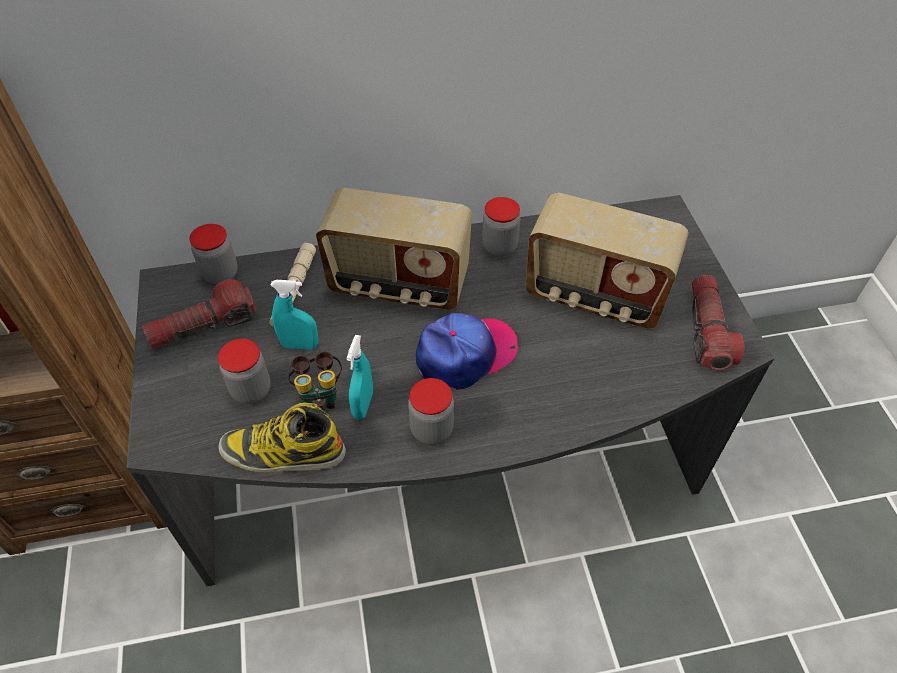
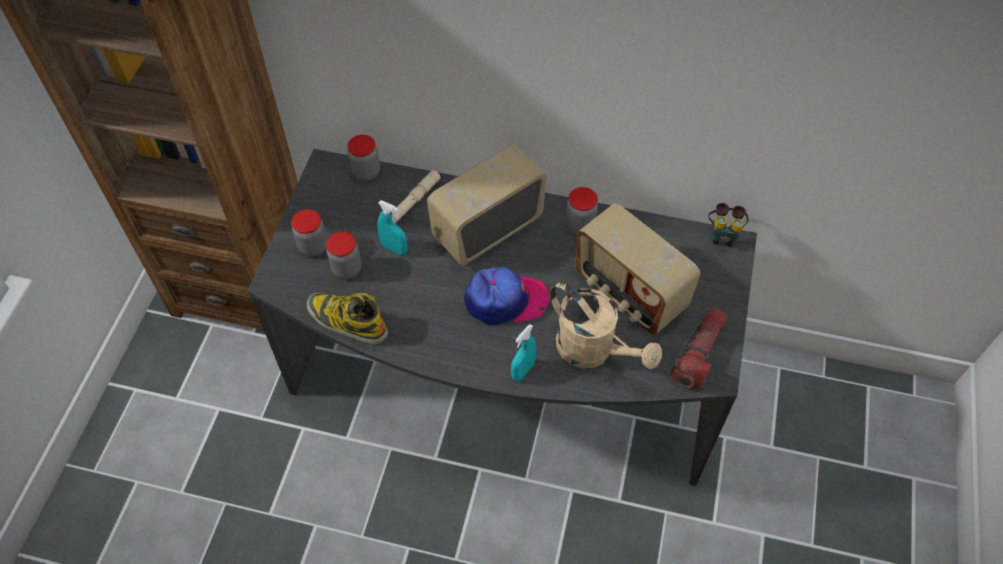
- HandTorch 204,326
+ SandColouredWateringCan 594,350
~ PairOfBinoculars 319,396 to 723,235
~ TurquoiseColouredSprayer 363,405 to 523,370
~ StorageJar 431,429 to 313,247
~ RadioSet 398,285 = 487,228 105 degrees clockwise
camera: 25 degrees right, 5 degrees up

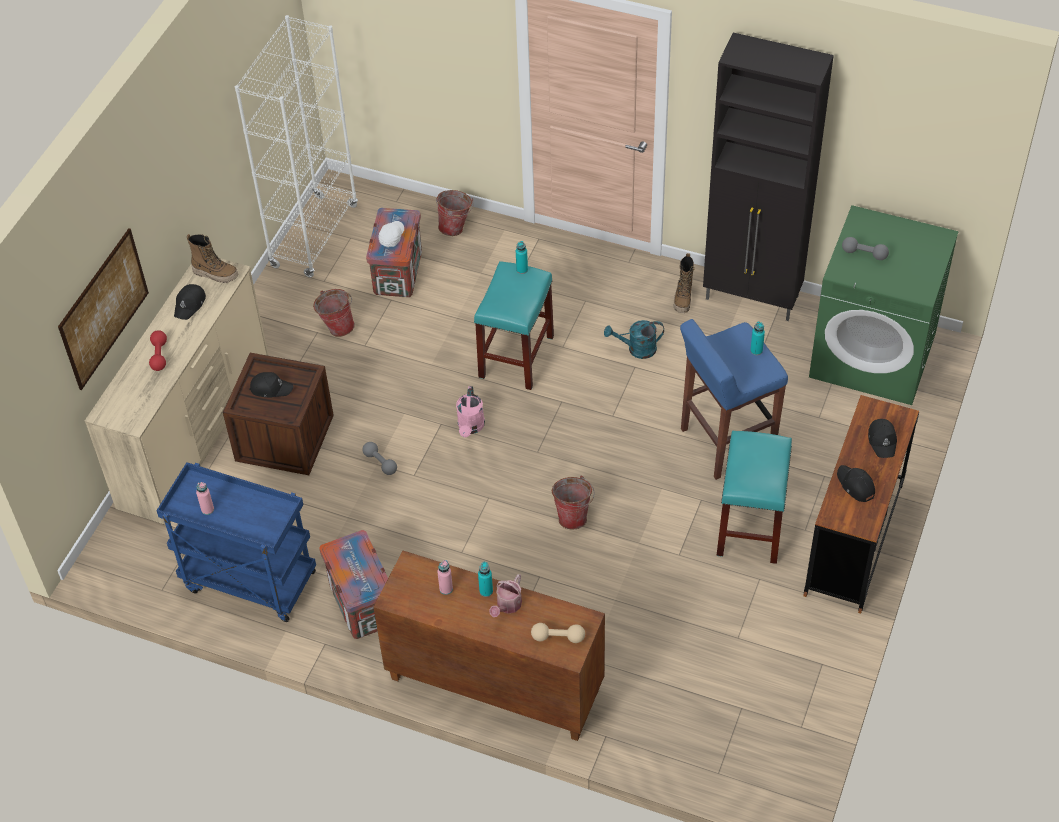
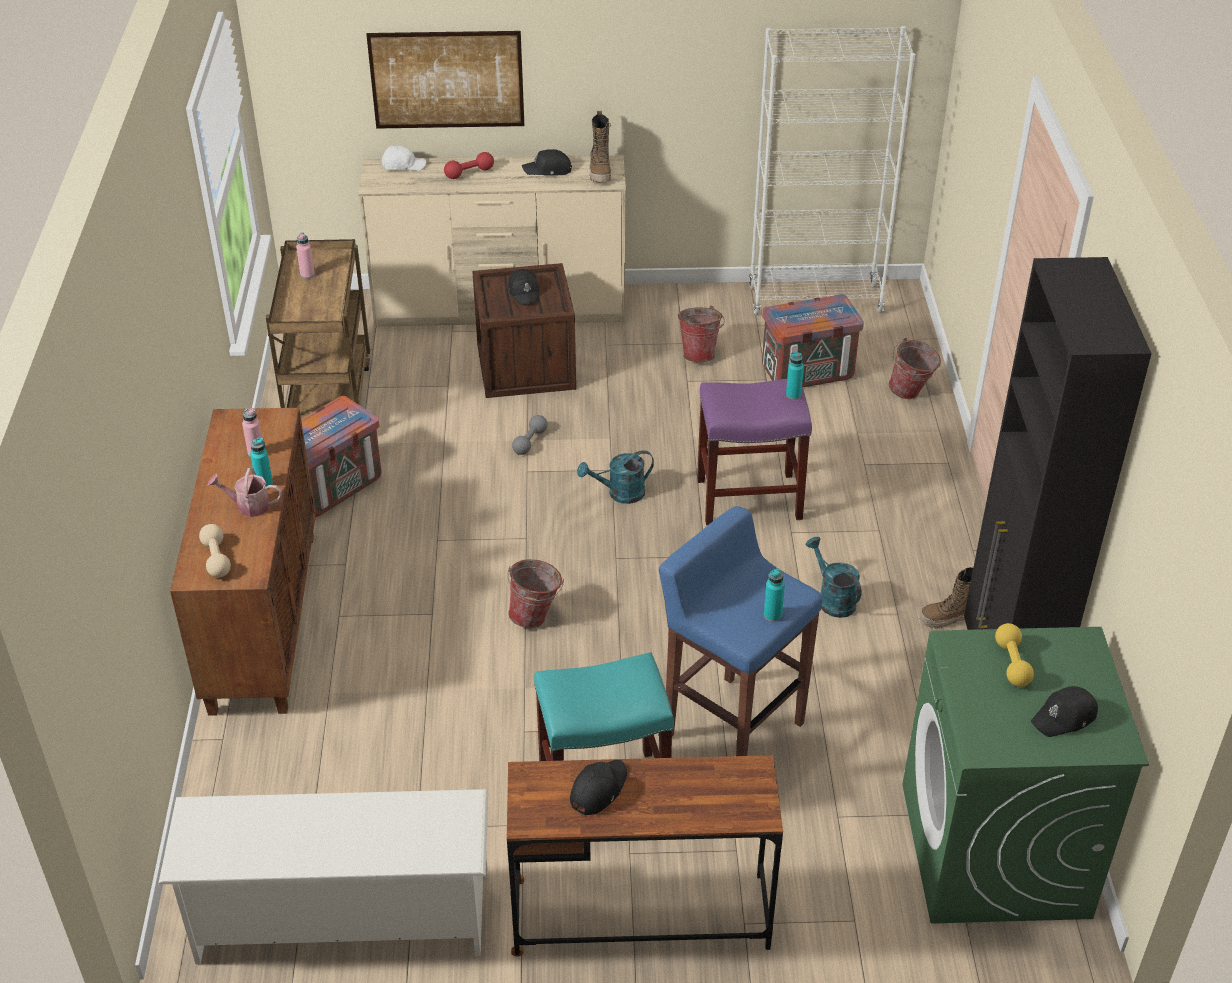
+ WhiteShoeRack 342,918
~ WhitePeakedCap 391,236 to 403,166
~ BlackPeakedCap 882,440 to 1064,718
~ BlueColouredCart 248,582 to BrownishCart 328,401
~ PinkColouredWateringCan 470,427 to TurquoiseColouredWateringCan 620,494
~ TurquoiseColouredSittingStool 516,356 to PurplishSittingStool 750,498
~ GreyDumbbell 864,254 to YellowishDumbbell 1012,663
camera: 65 degrees right, 10 degrees down

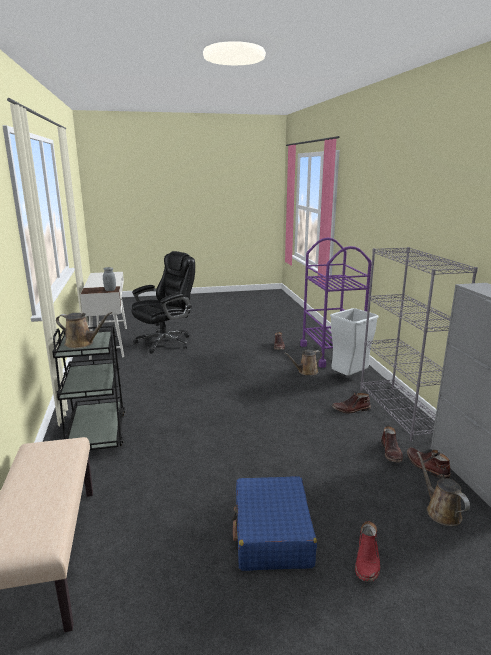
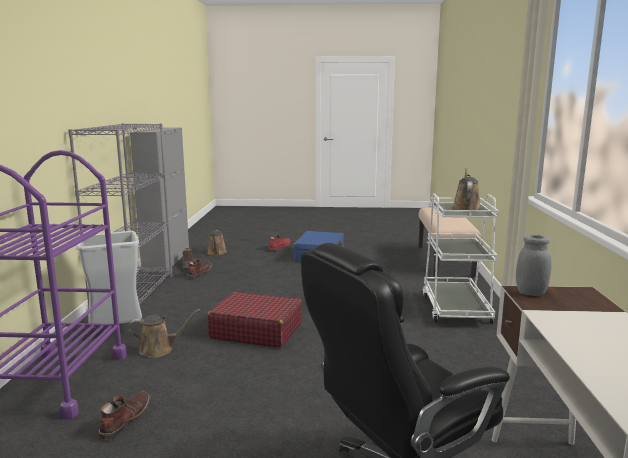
- BrownishTallBoot 351,409
+ RedColouredTravelCase 256,331
~ BlackCart 96,433 to WhiteCart 455,309
~ BrownishWateringCan 82,343 = 465,208 75 degrees clockwise
camera: 165 degrees left, 5 degrees down

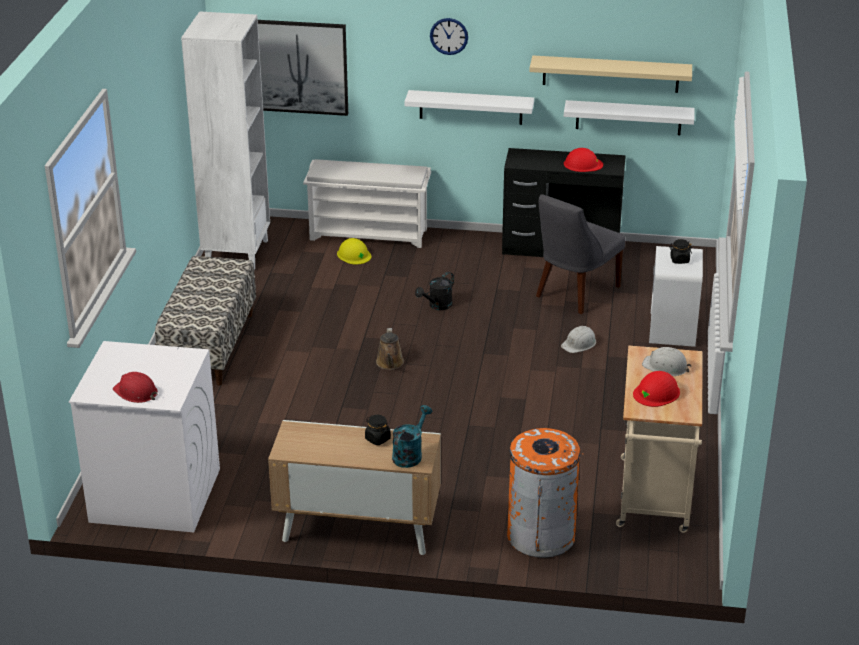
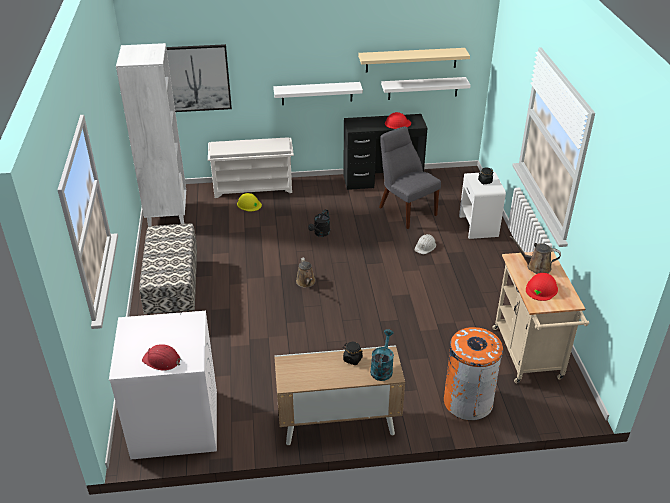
- HangingClock 449,36
~ WhiteHardHat 665,366 to BrownishWateringCan 536,266
~ GreyPlainChair 574,293 = 405,210 120 degrees clockwise
camera: 15 degrees left, 5 degrees up

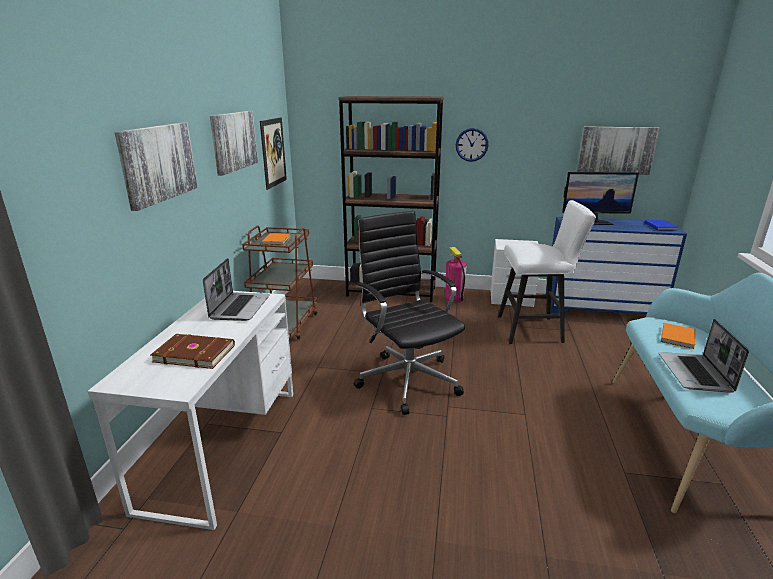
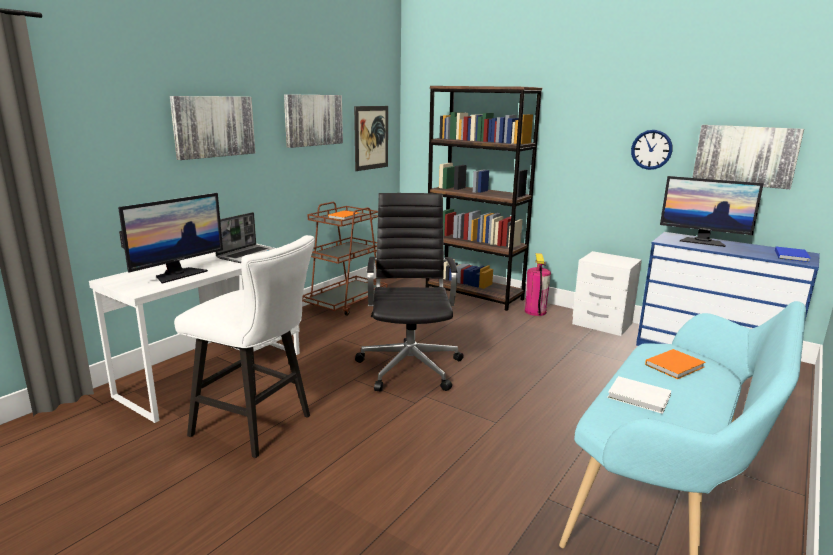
~ HangingClock 471,145 to 651,149
~ WhiteSittingStool 535,330 to 258,427
~ BrownishBoundBook 194,353 to ComputerDisplay 178,274
~ PortableComputer 695,374 to WhiteBoundBook 640,397
camera: 25 degrees right, 5 degrees down

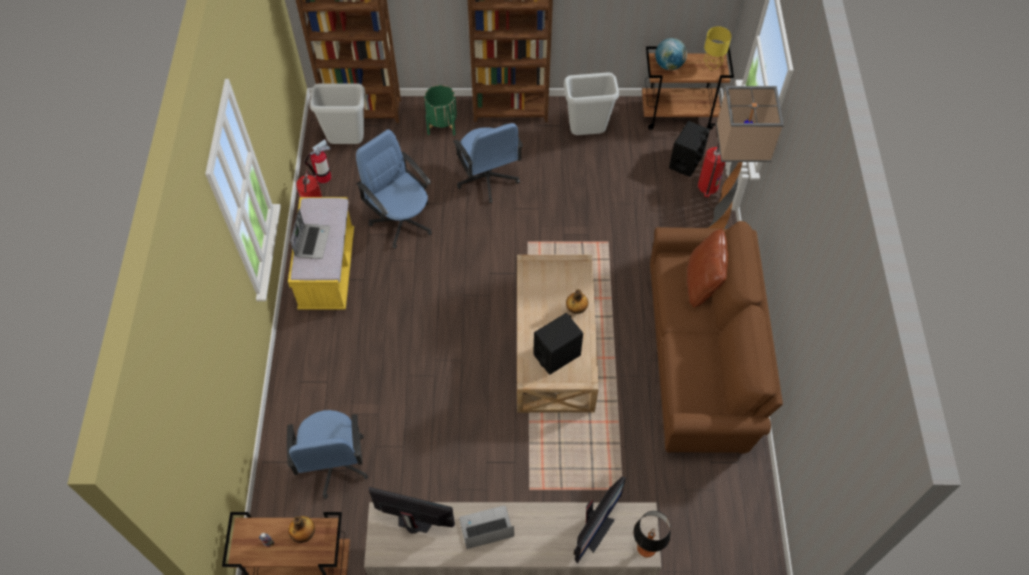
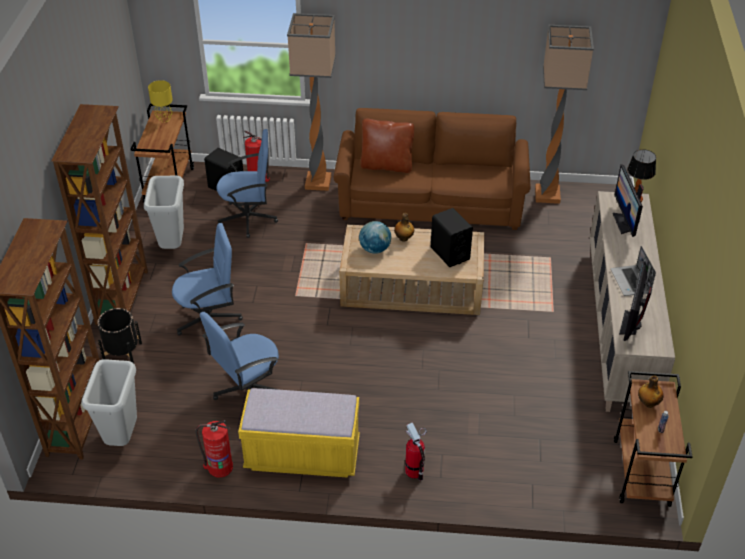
- PortableComputer 312,241
+ StandingLamp 548,194
~ BlueColouredComputerChair 333,464 to 249,218
~ Extinguisher 323,177 to 414,471
~ WorldGlobe 669,65 to 375,249
~ GreenishPlantPot 442,124 to BlackPlantPot 122,352
~ ComputerDisplay 595,530 = 624,223 135 degrees counterclockwise
camera: 85 degrees left, 15 degrees down

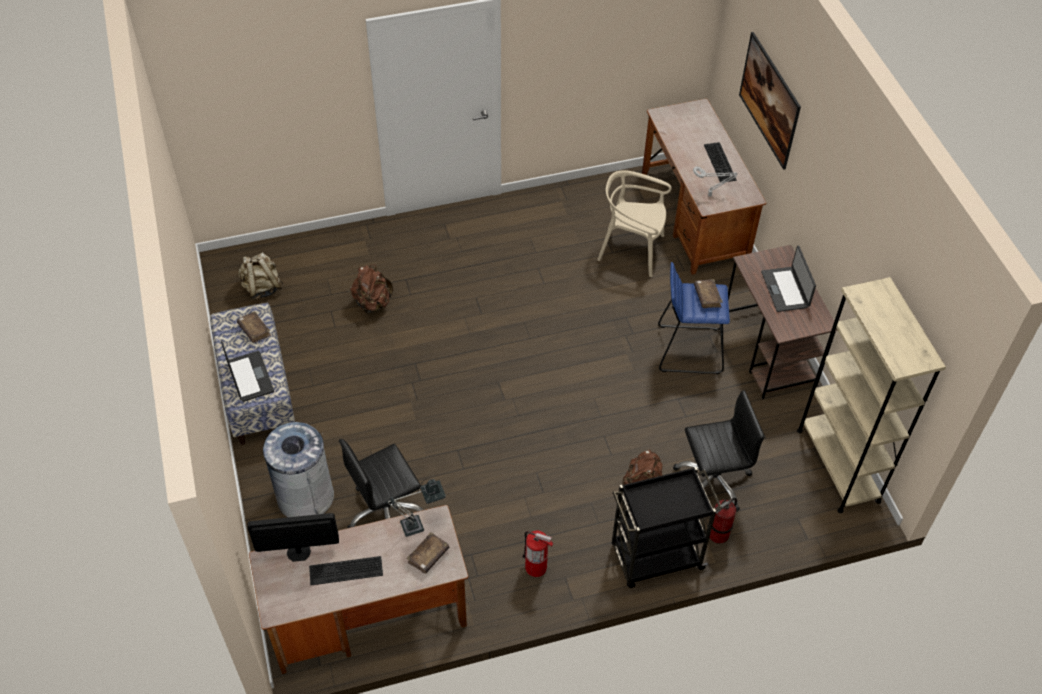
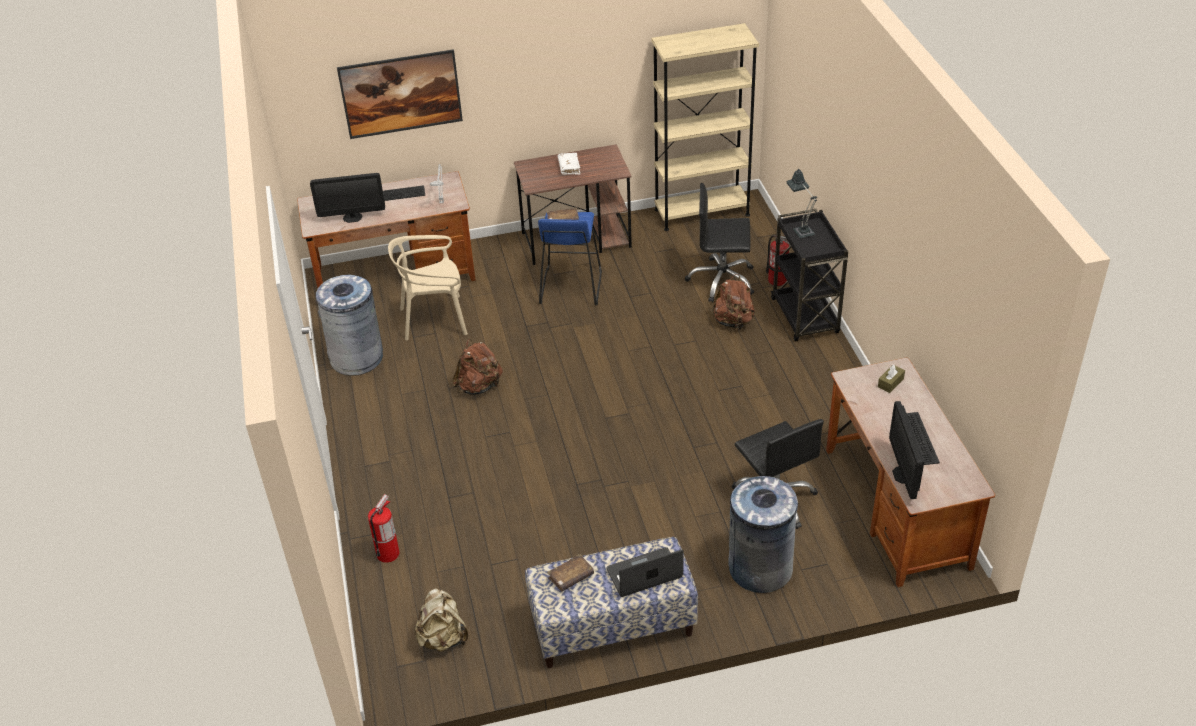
+ ComputerDisplay 352,217
+ GreyTrashCan 357,358
~ BrownishBackpack 372,303 to 479,387
~ LampForATable 418,524 to 801,230
~ Extinguisher 536,567 to 388,553
~ BrownishBoundBook 428,556 to BrownishTissueHolder 890,383
~ PortableComputer 785,289 to WhiteBoundBook 569,167
~ SandColouredPlainChair 631,250 = 434,319 60 degrees clockwise
~ BlackComputerChair 712,480 = 721,281 75 degrees counterclockwise
camera: 85 degrees left, 10 degrees down

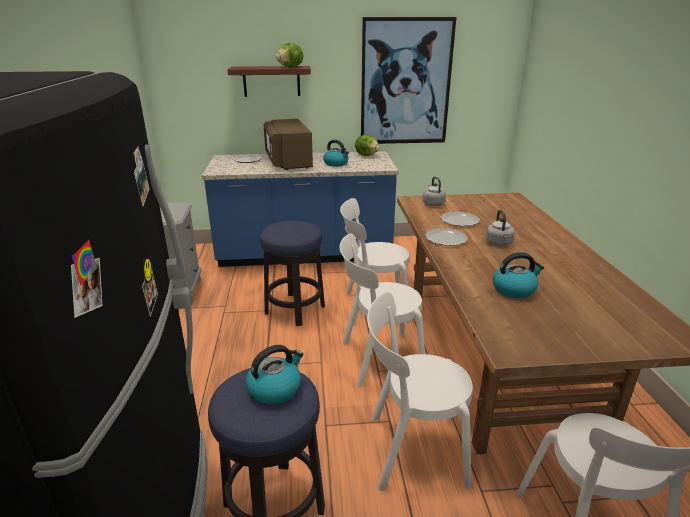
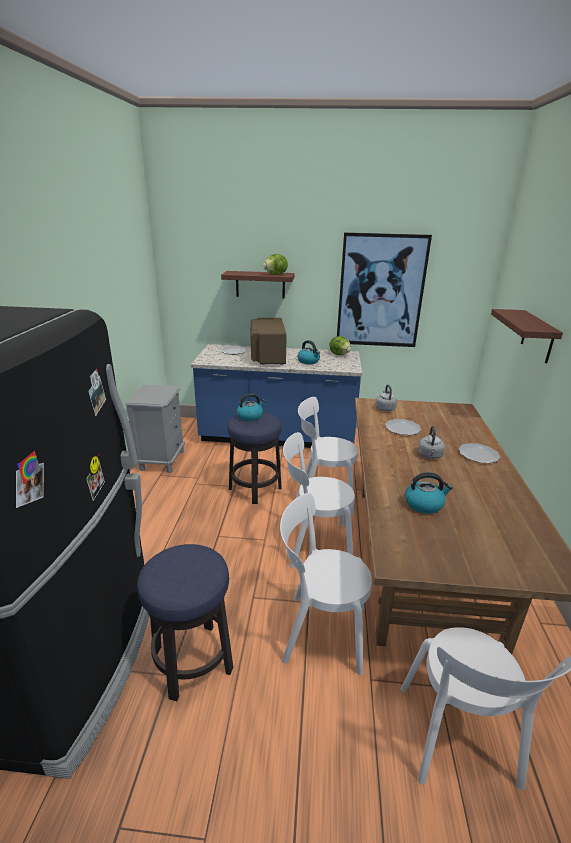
+ WallShelf 538,336
~ WaterKettle 275,388 to 250,416
~ DinnerPlate 446,238 to 478,454
camera: 10 degrees right, 0 degrees up

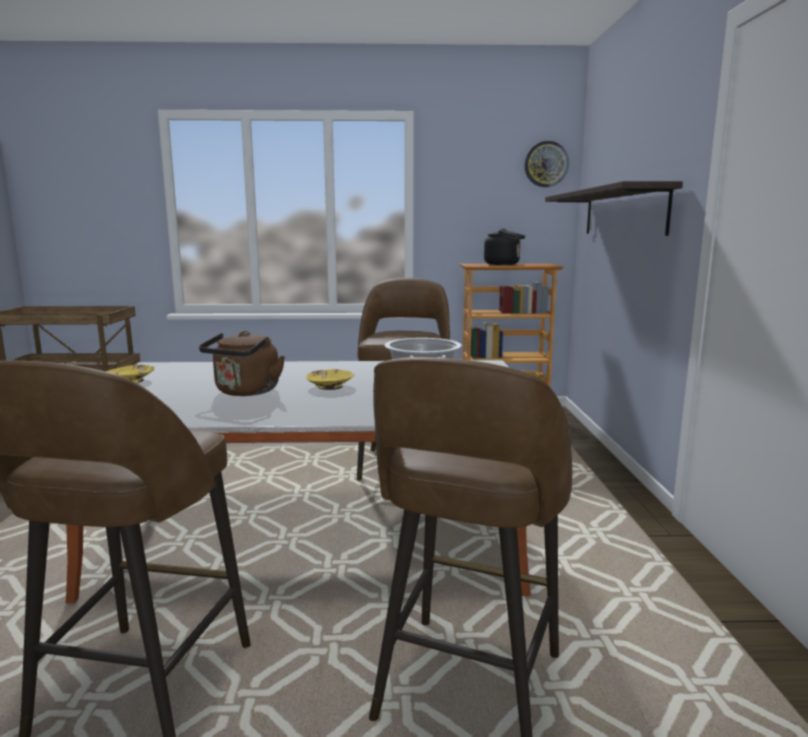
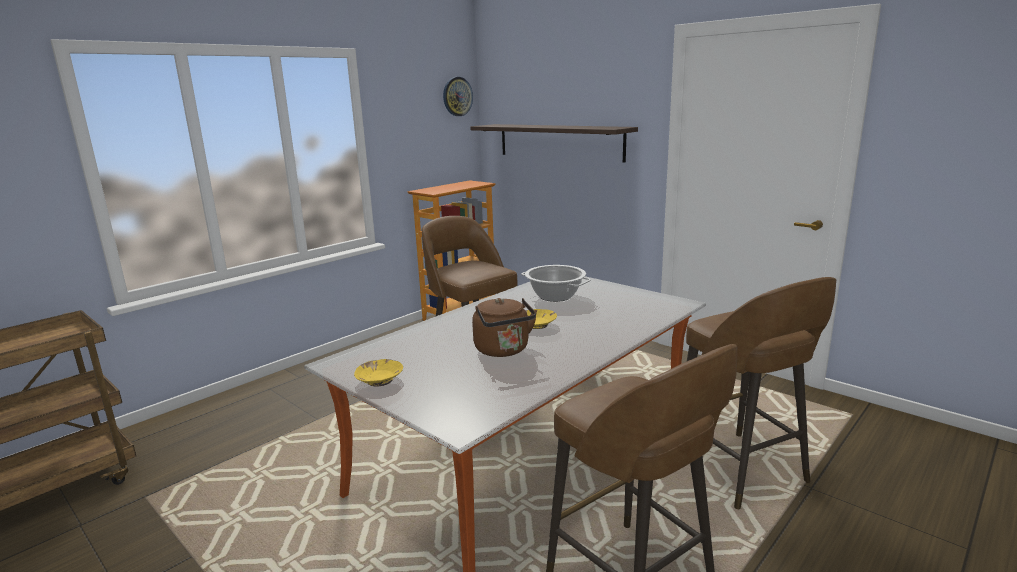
- BlackWaterKettle 504,264
camera: 45 degrees left, 5 degrees up

